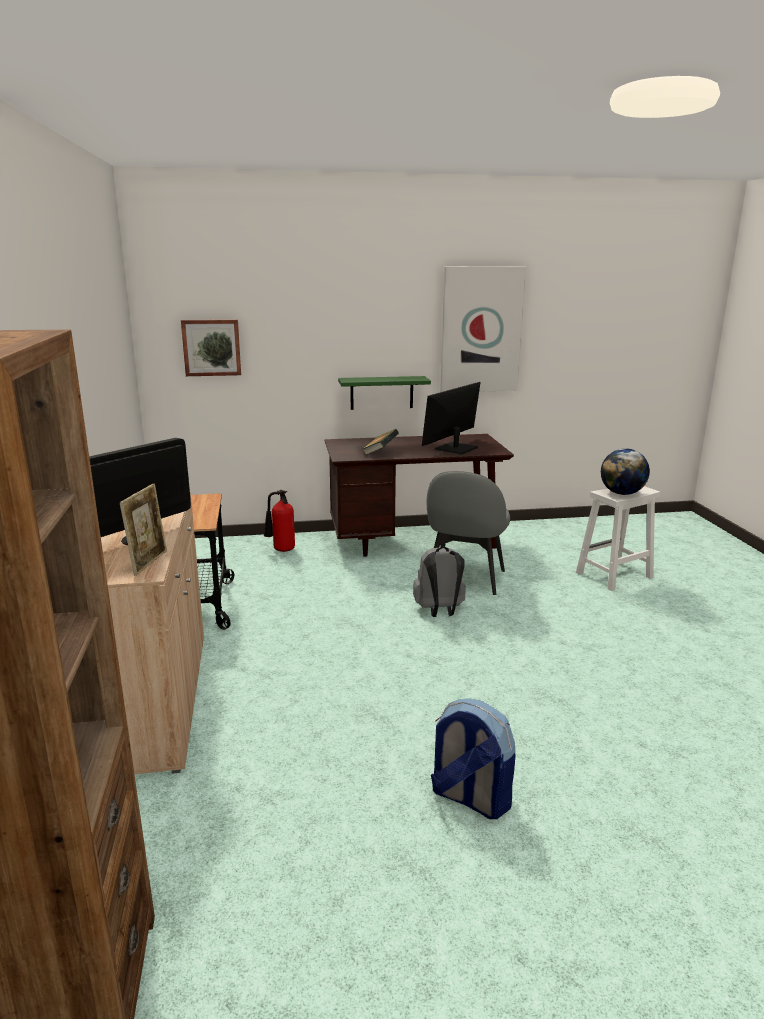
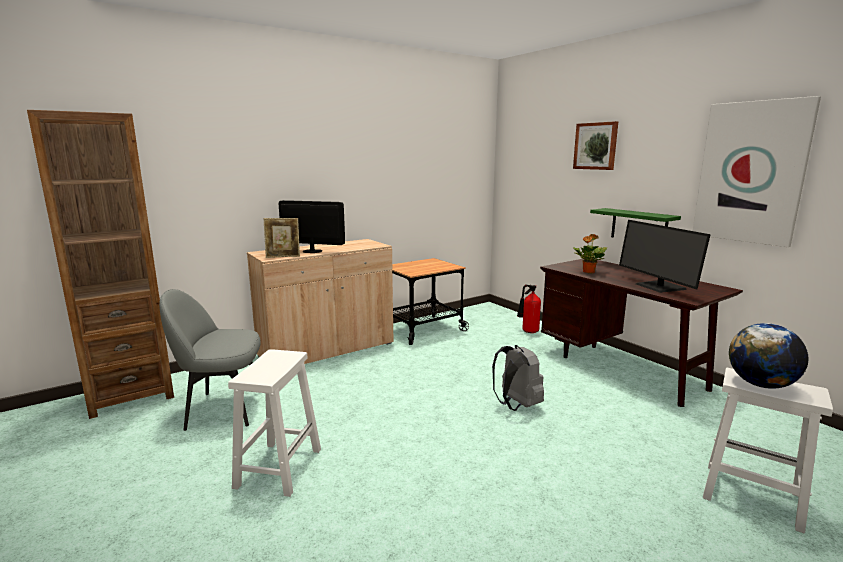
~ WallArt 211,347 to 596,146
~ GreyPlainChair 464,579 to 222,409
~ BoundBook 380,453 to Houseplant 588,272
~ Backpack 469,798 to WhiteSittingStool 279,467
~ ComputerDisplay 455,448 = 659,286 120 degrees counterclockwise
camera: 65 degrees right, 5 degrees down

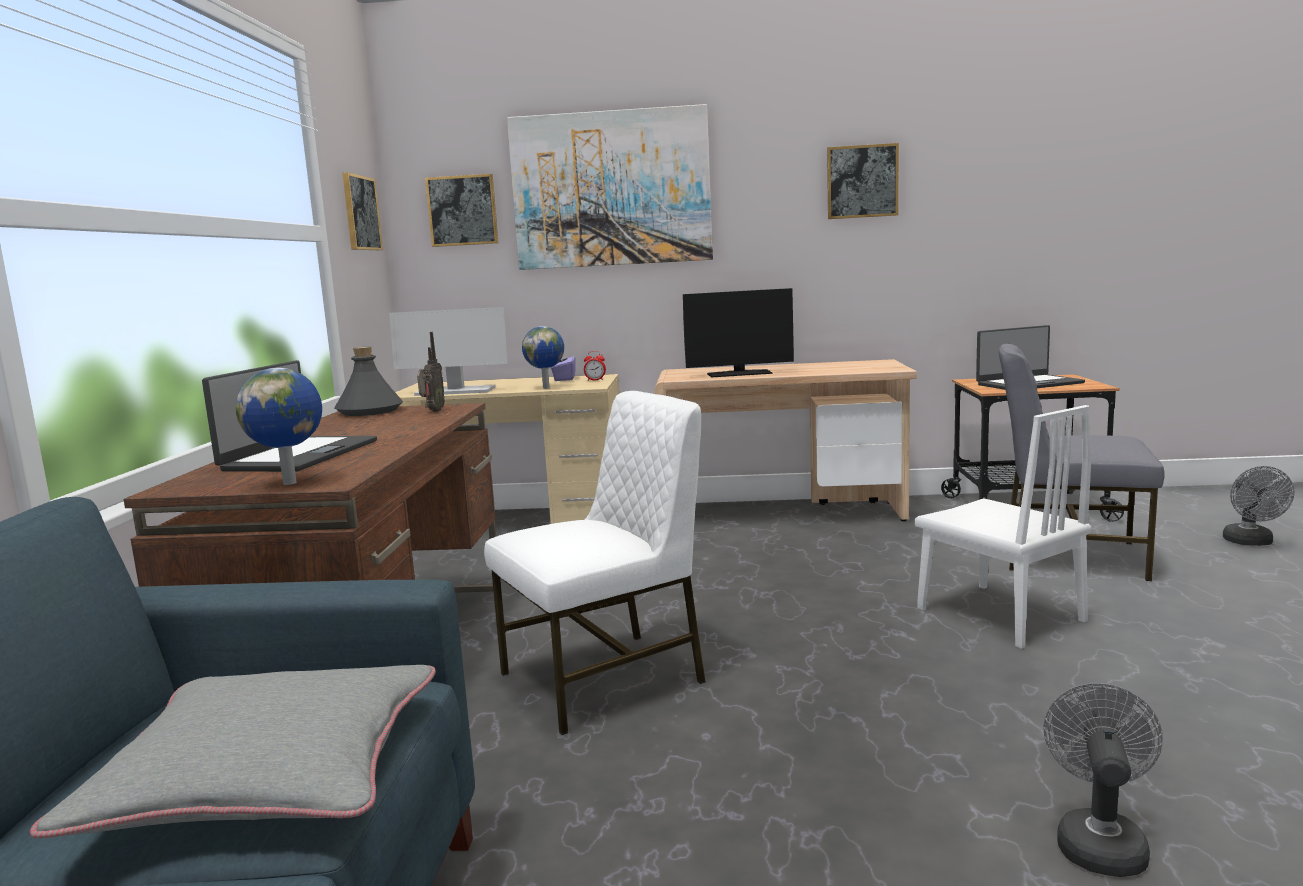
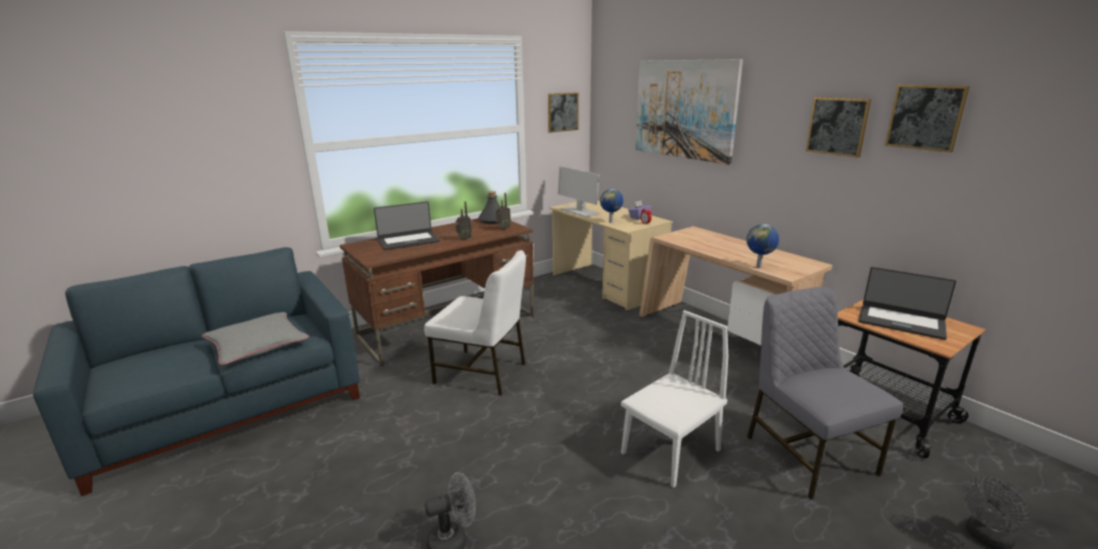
- ComputerDisplay 739,373
+ RadioSet 464,239
~ WorldGlobe 291,483 to 759,267
~ WallArt 462,210 to 925,117
~ WhitePlainChair 999,614 = 670,451 150 degrees counterclockwise
camera: 50 degrees right, 10 degrees up

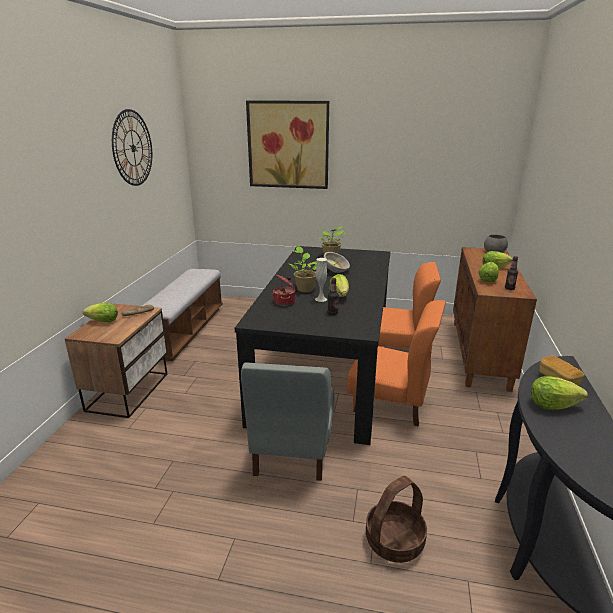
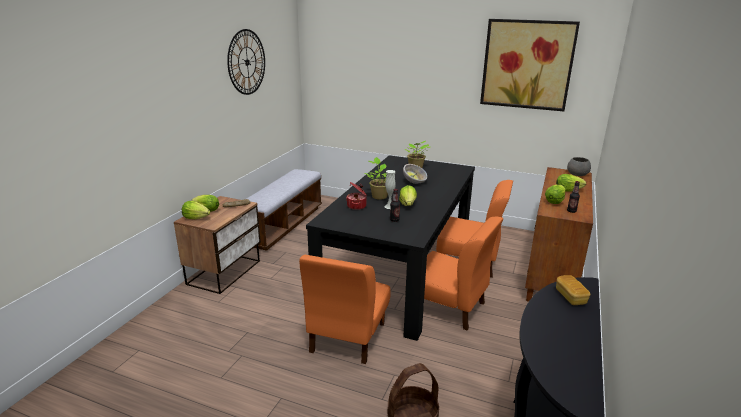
~ WallArt 288,145 to 527,64
~ LettuceHead 552,405 to 196,218
~ GreyPlainChair 291,451 to OrangeColouredPlainChair 347,337
camera: 10 degrees right, 0 degrees up

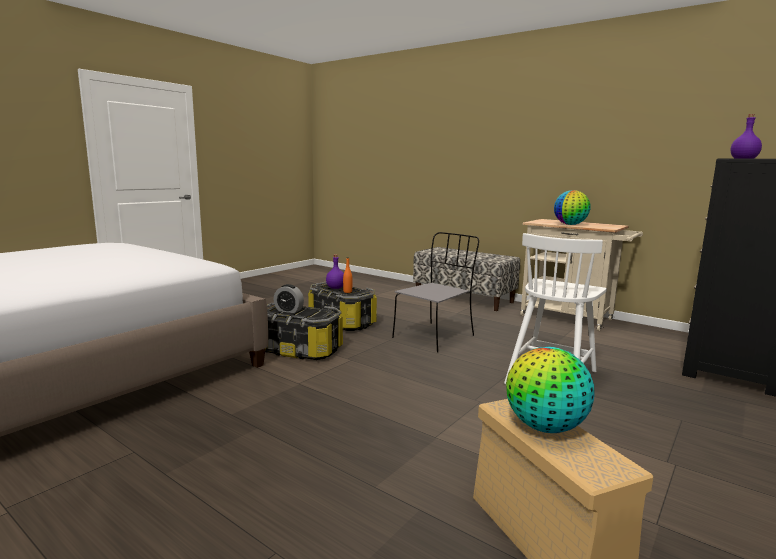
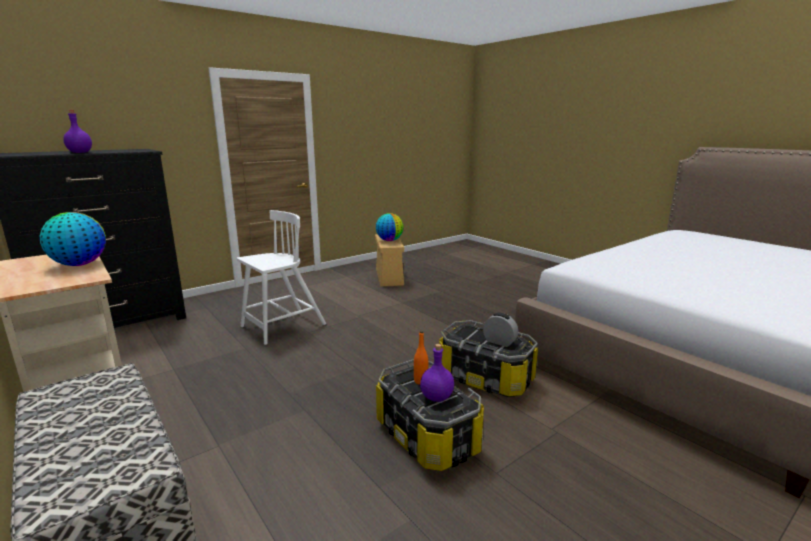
- GreyPlainChair 435,336
camera: 165 degrees left, 5 degrees up

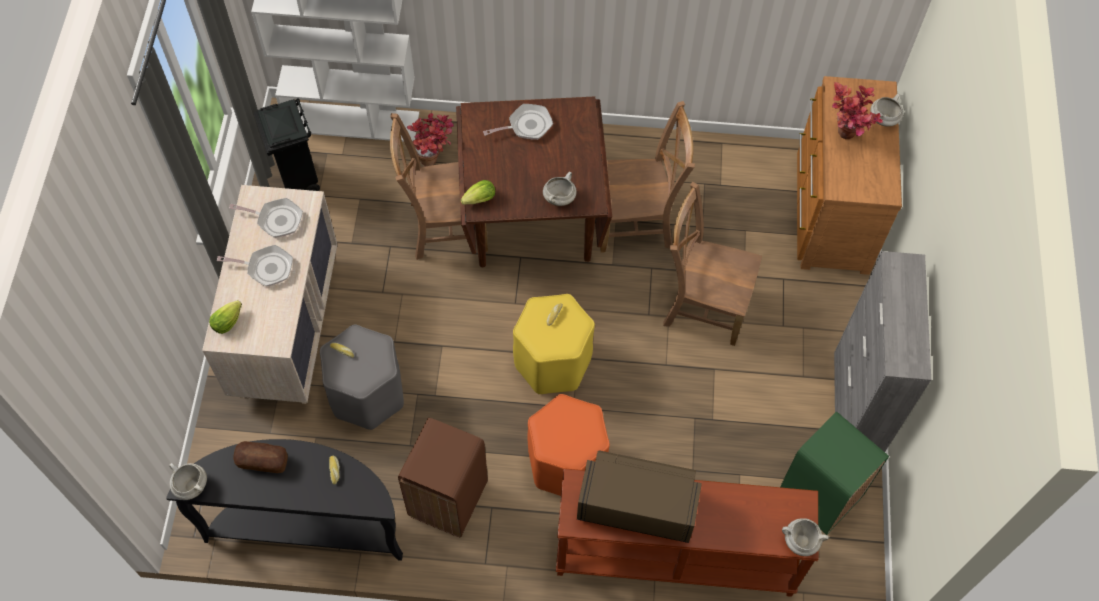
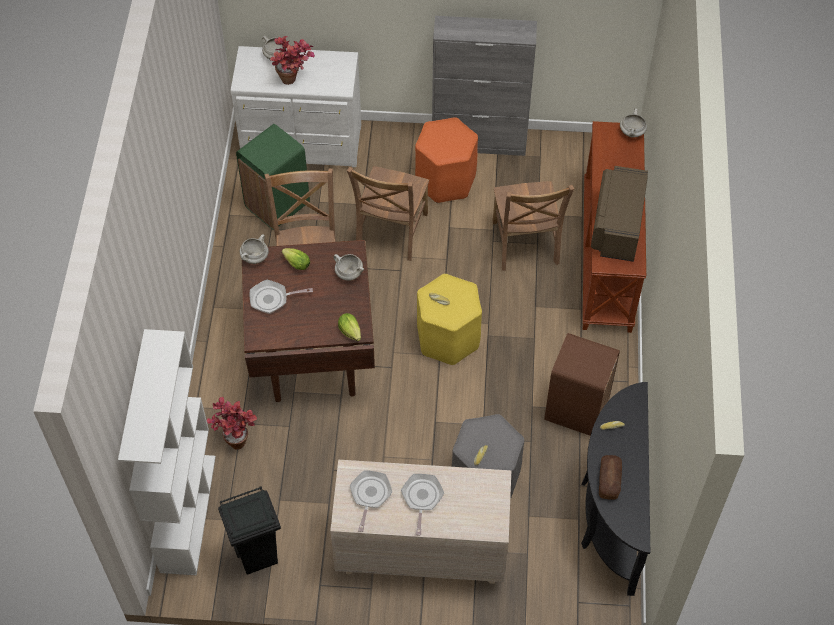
~ WhiteSaucepot 190,486 to 255,258
~ LettuceHead 229,320 to 295,263
~ BrownishPlainChair 444,227 to 525,245
~ OrangeColouredSittingStool 566,463 to 446,180
~ GreenishTrashCan 819,494 to 276,205
~ BrownishChestOfDrawers 830,212 to WhiteChestOfDrawers 302,145
~ FryingPan 526,126 = 272,299 75 degrees counterclockwise
camera: 90 degrees left, 5 degrees down

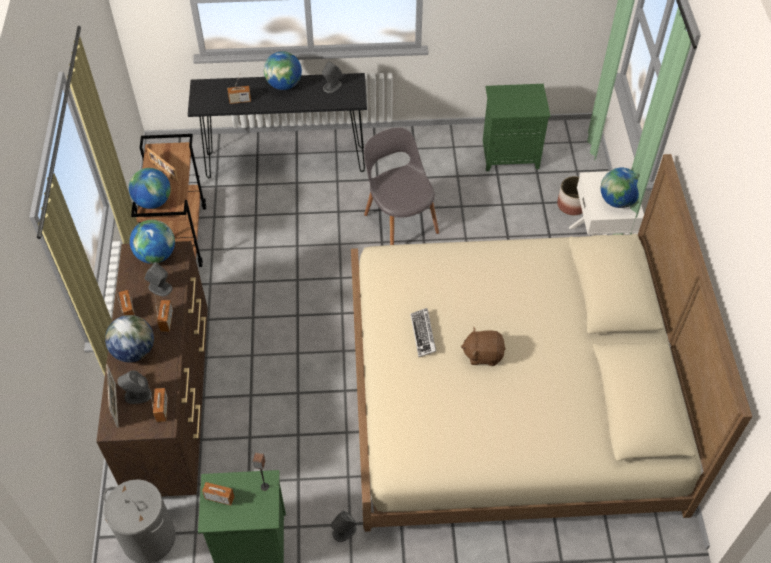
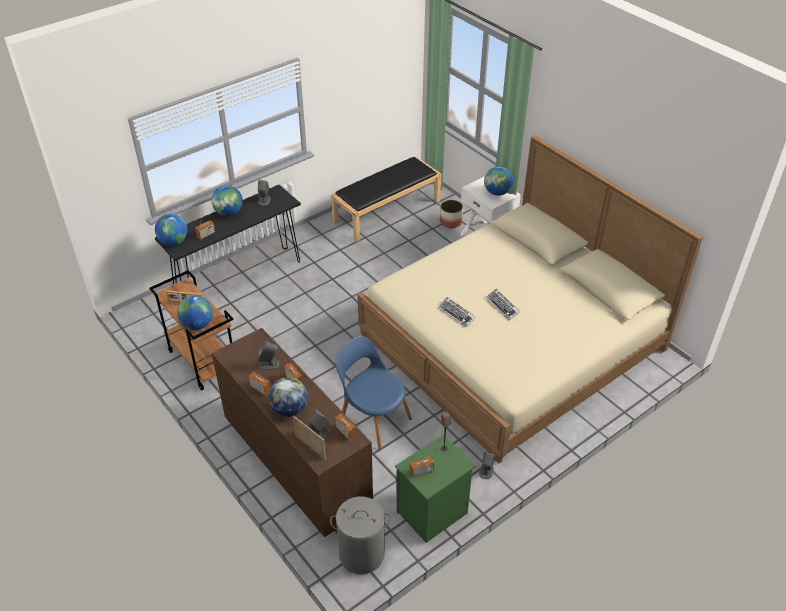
- GreyPlainChair 400,221
+ BlueColouredPlainChair 373,419
~ WorldGlobe 156,255 to 174,242
~ BrownishCuddlyToy 483,354 to Keyboard 502,306
~ GreenishNightTable 510,154 to BlackBench 387,210
camera: 35 degrees left, 10 degrees down

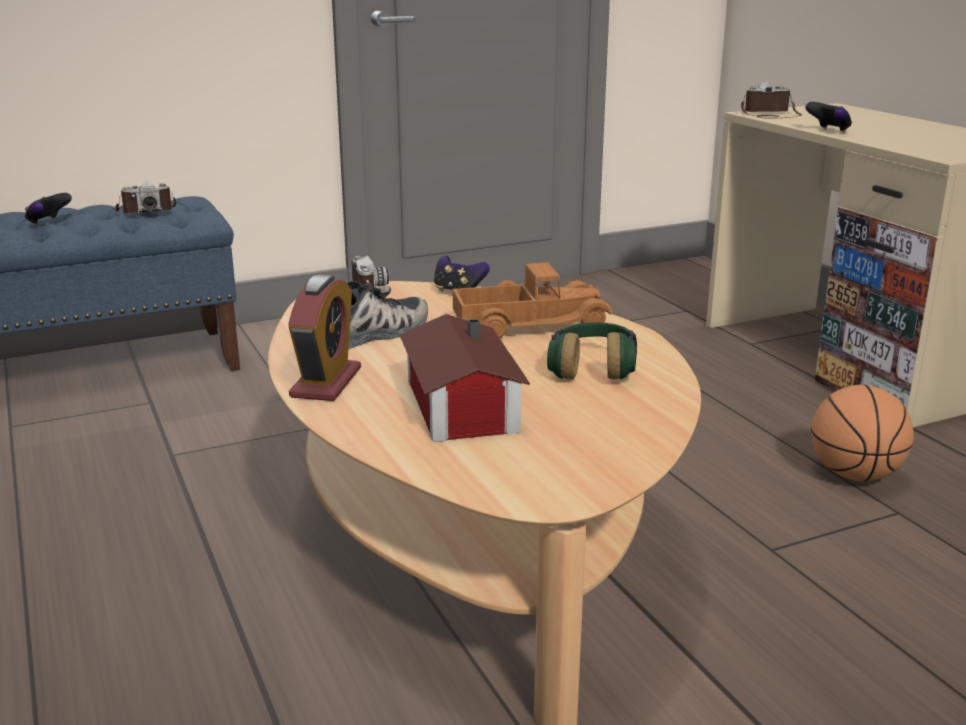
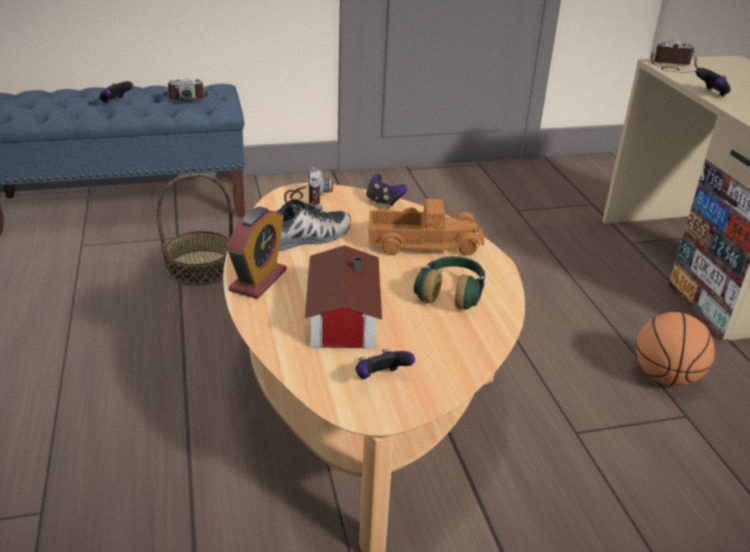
+ StorageBasket 200,267
+ Gamepad 380,379
camera: 10 degrees right, 10 degrees up

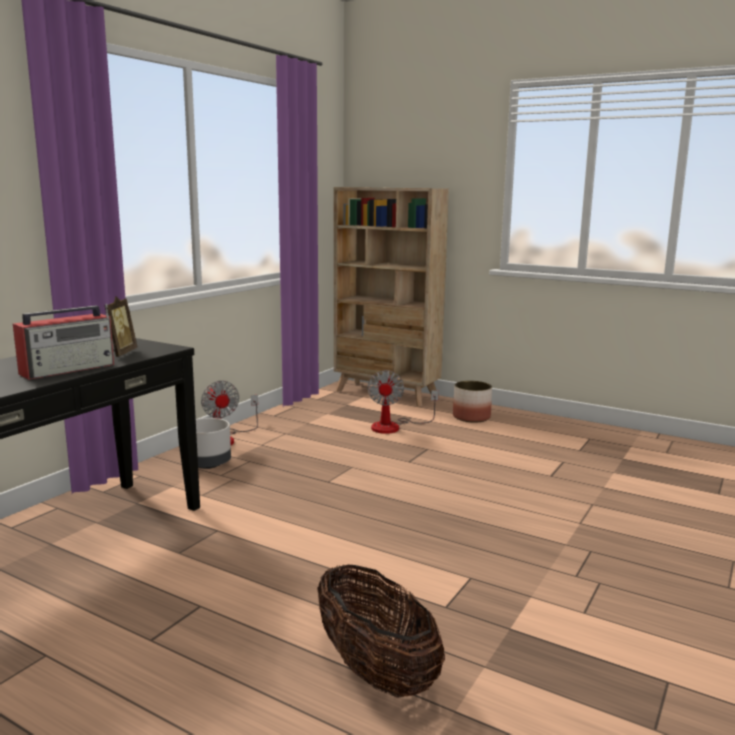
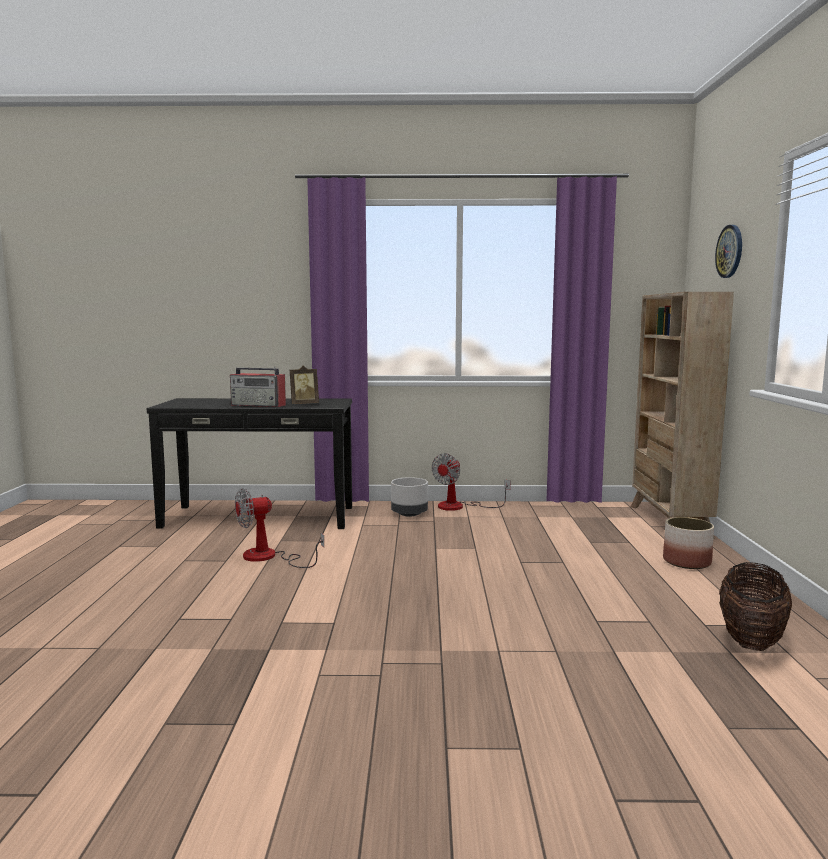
+ HangingClock 730,251
~ StorageBasket 375,671 to 751,639
~ ElectricFan 394,426 to 269,557
camera: 60 degrees right, 5 degrees down

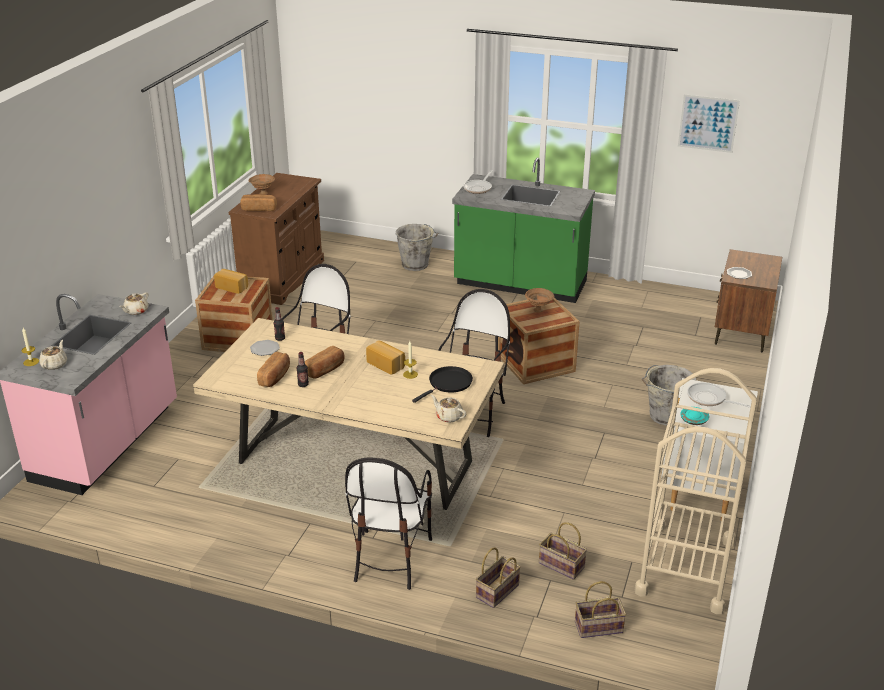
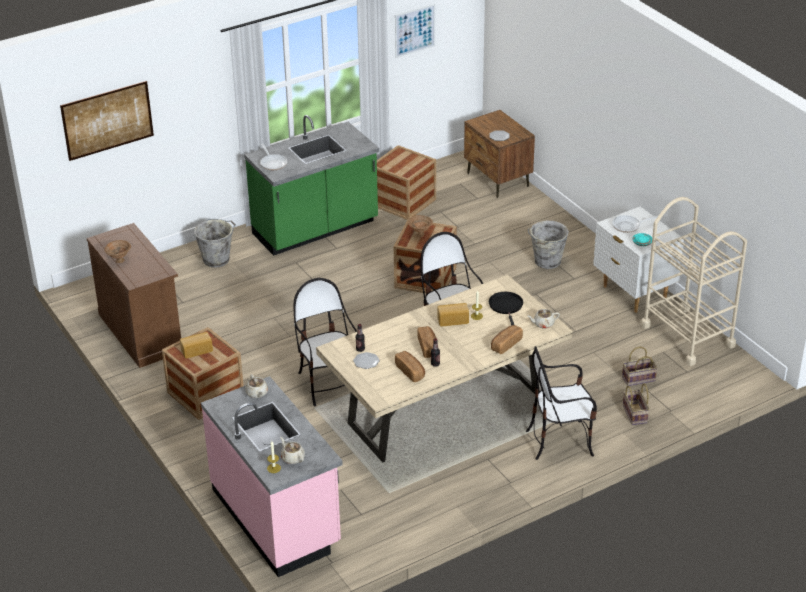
- StorageBasket 597,628
+ WallArt 107,120
+ ShippingCrate 403,202
~ Bread 259,208 to 505,344
~ PlainChair 390,558 = 560,441 120 degrees clockwise
camera: 50 degrees left, 5 degrees up

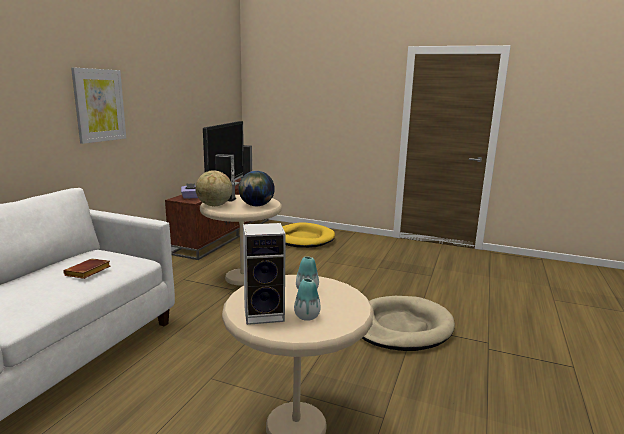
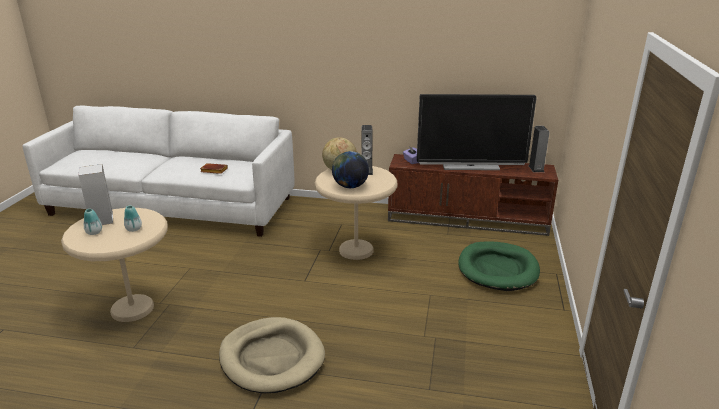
- WallArt 99,105
~ YellowishPetBed 302,239 to GreenishPetBed 498,269
camera: 80 degrees right, 10 degrees up

